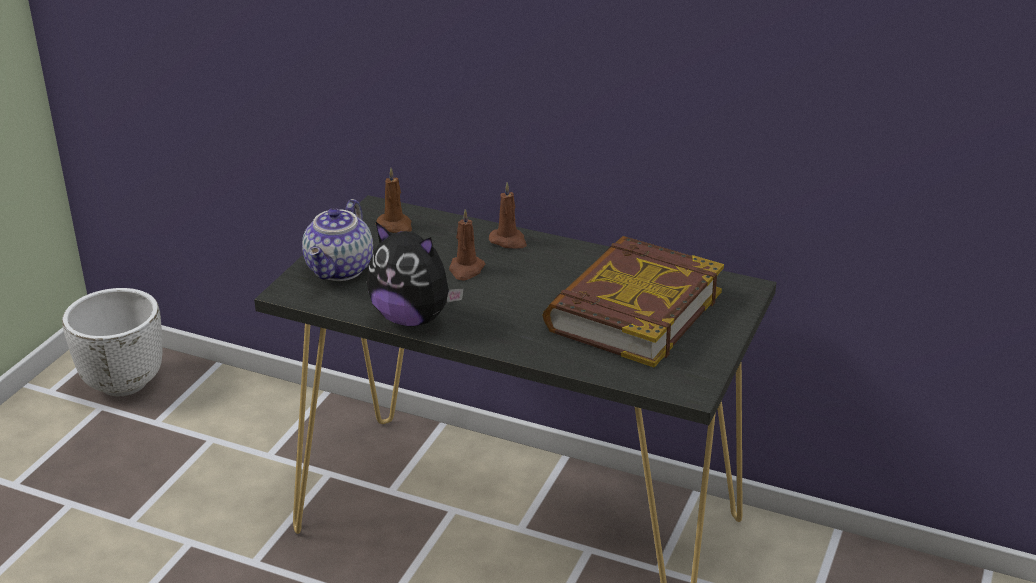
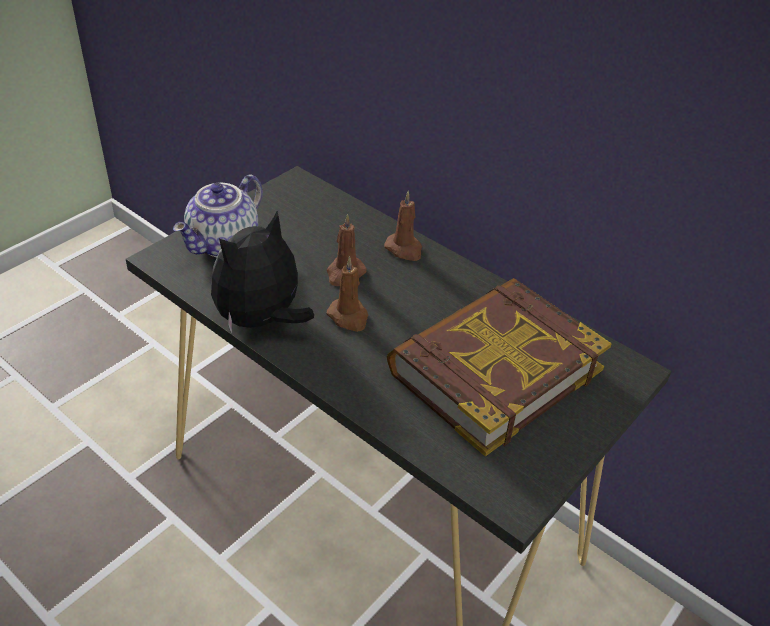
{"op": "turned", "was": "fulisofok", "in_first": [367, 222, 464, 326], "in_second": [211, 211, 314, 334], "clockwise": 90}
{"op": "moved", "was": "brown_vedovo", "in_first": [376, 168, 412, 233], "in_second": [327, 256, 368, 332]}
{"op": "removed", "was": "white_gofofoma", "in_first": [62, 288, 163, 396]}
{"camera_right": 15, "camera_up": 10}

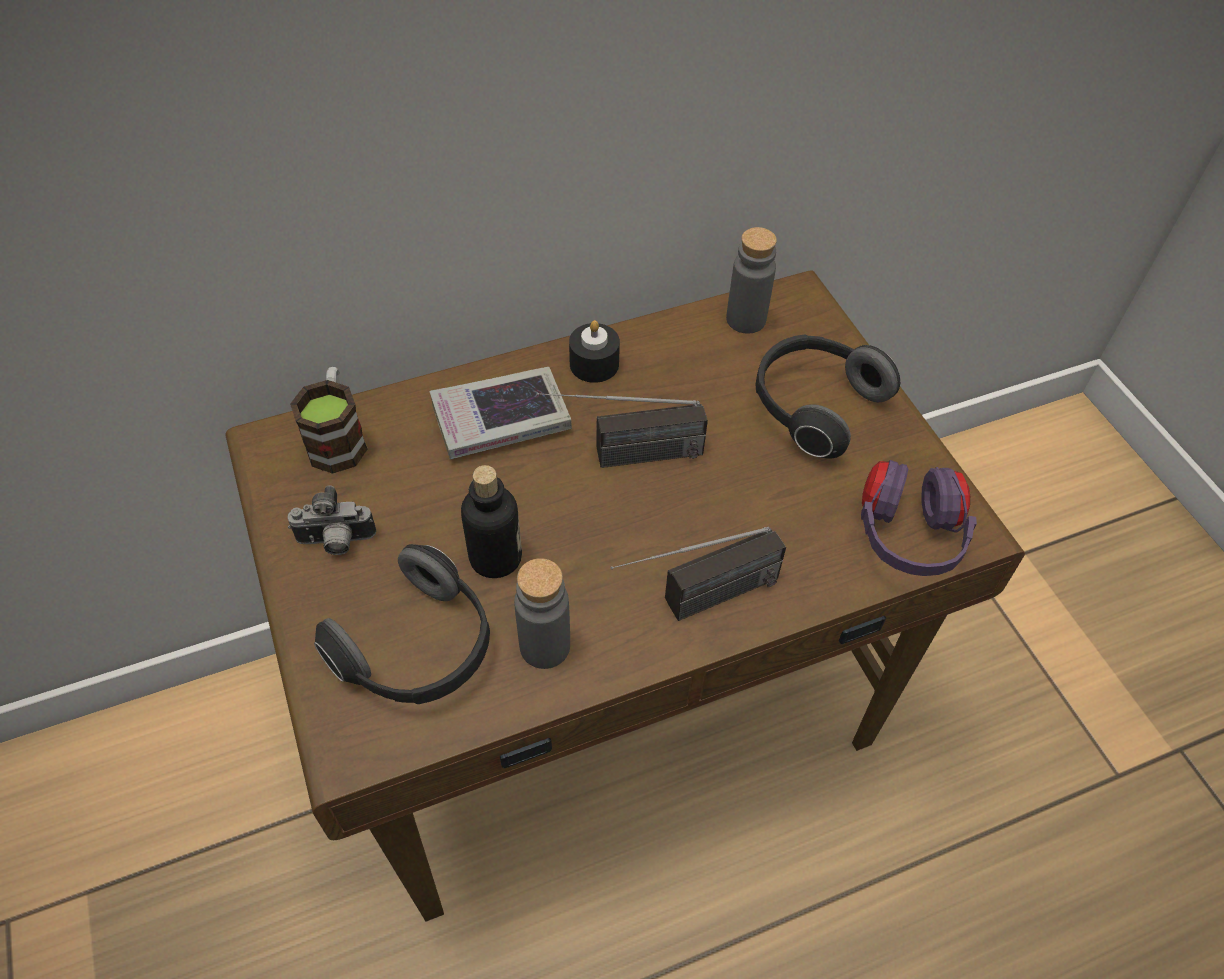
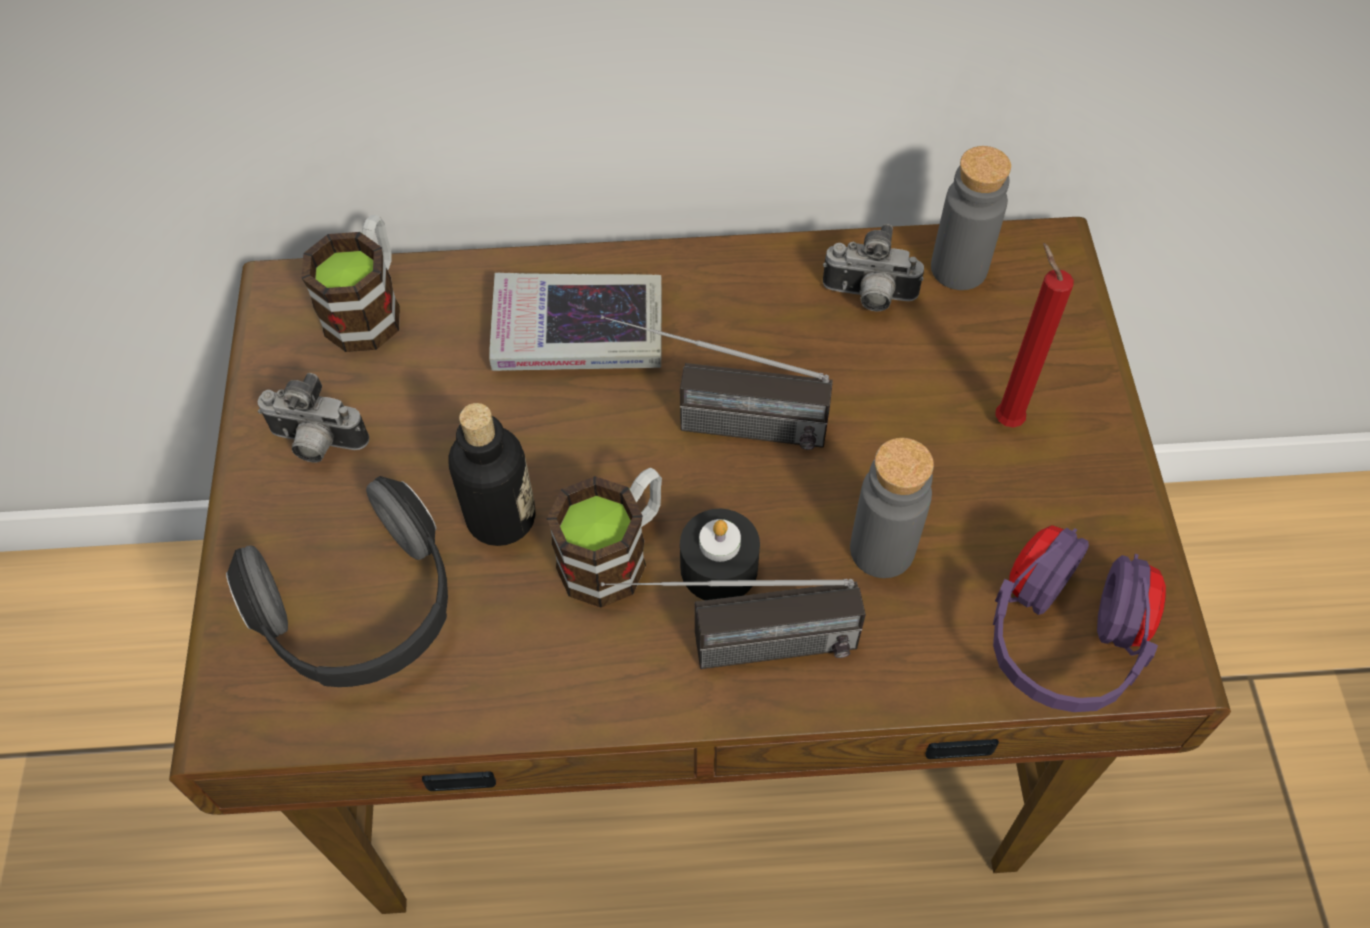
{"op": "added", "now": "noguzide", "in_second": [547, 468, 662, 607]}
{"op": "moved", "was": "black_vedovo", "in_first": [569, 320, 620, 383], "in_second": [680, 509, 760, 600]}
{"op": "added", "now": "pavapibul", "in_second": [823, 224, 924, 312]}
{"op": "moved", "was": "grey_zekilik", "in_first": [514, 558, 570, 669], "in_second": [850, 438, 934, 578]}
{"op": "replaced", "was": "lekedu", "now": "red_vedovo", "in_first": [755, 335, 900, 459], "in_second": [995, 243, 1074, 428]}
{"camera_right": 20, "camera_up": 5}

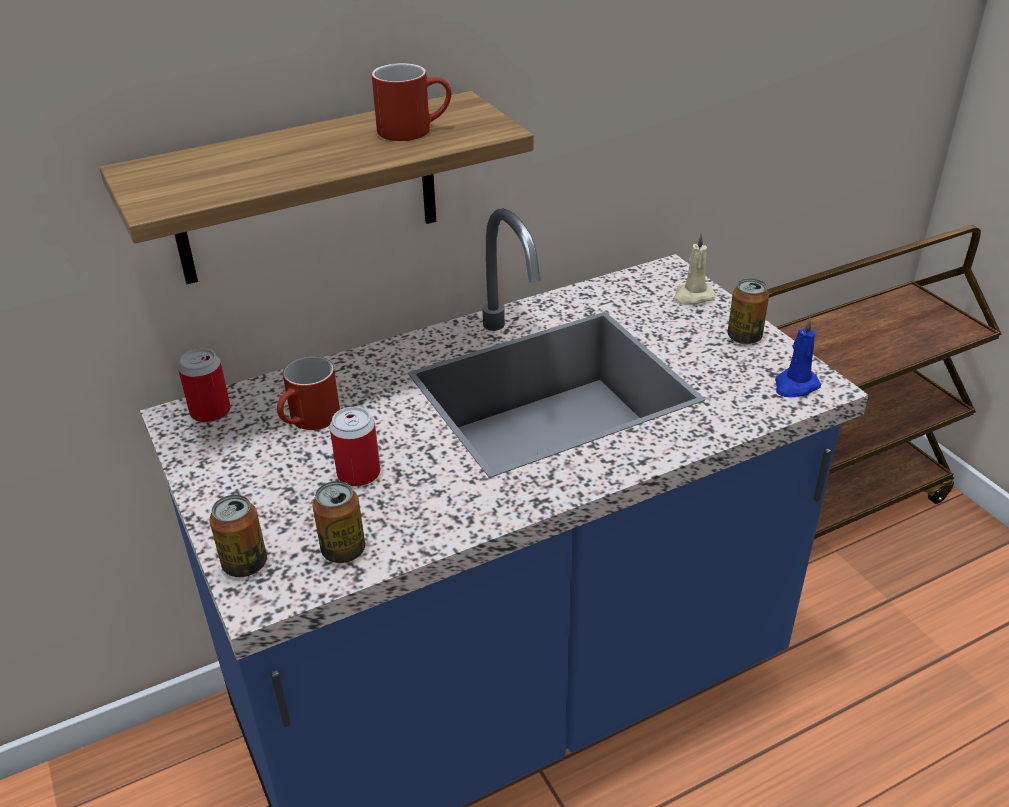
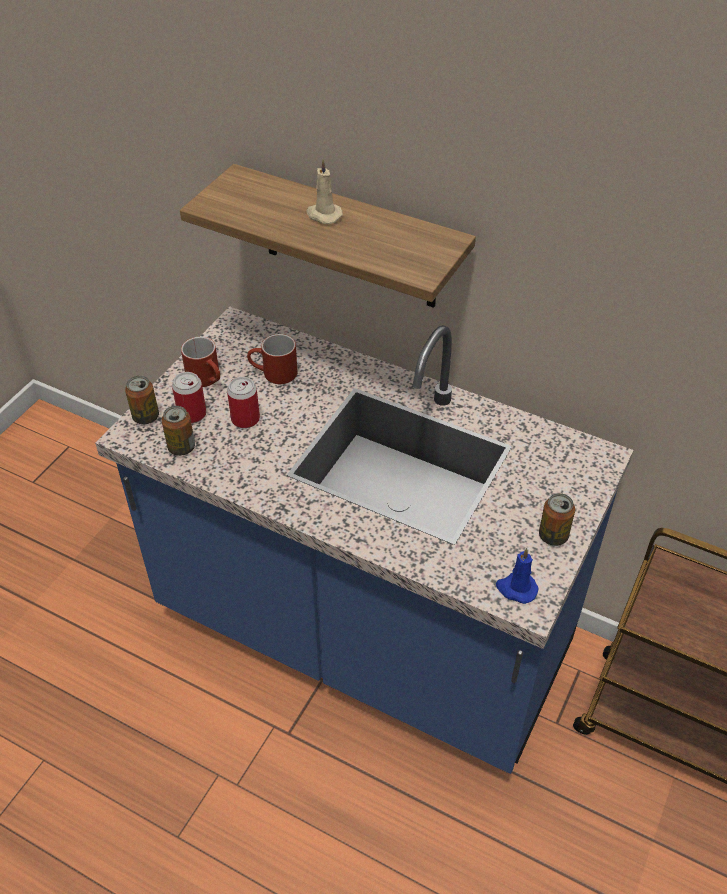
{"op": "moved", "was": "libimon", "in_first": [178, 348, 231, 423], "in_second": [172, 372, 206, 423]}
{"op": "moved", "was": "red_noguzide", "in_first": [372, 63, 451, 141], "in_second": [181, 337, 220, 387]}
{"op": "moved", "was": "beige_vedovo", "in_first": [673, 233, 715, 304], "in_second": [306, 159, 343, 224]}
{"camera_right": 55, "camera_up": 10}

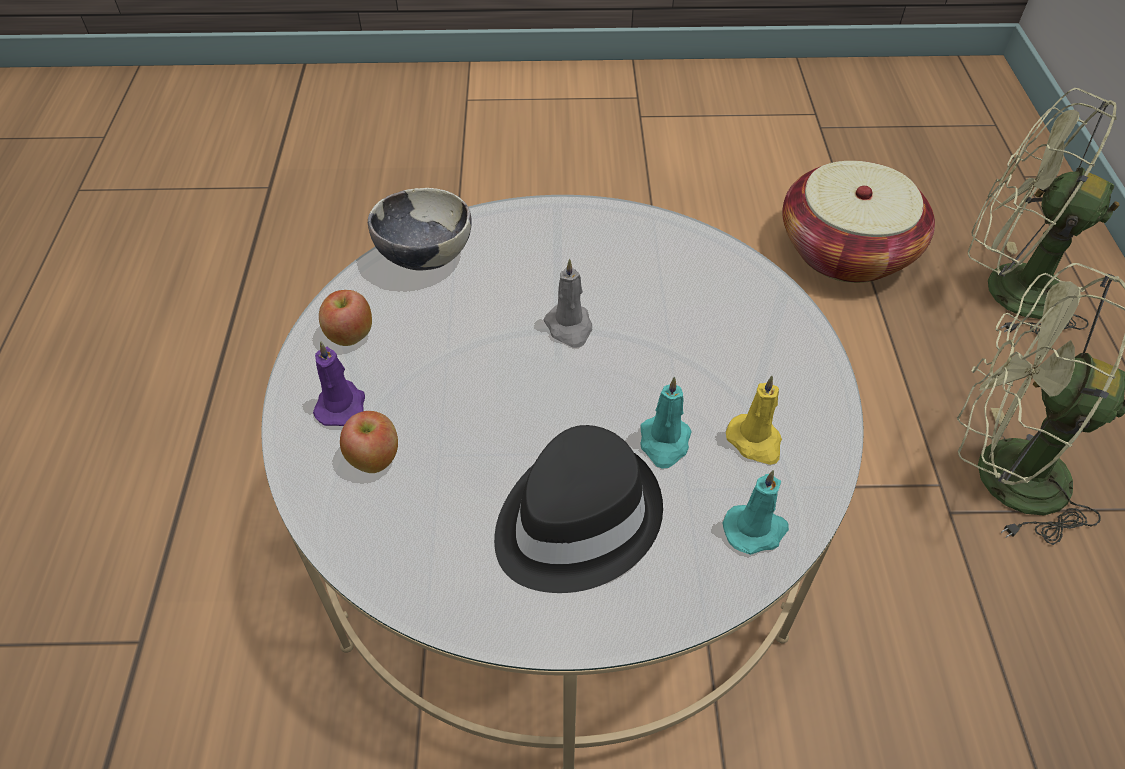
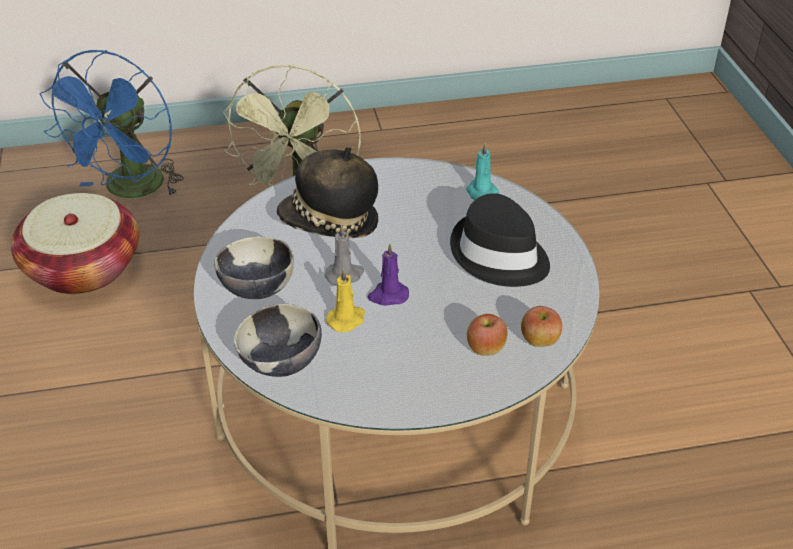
{"op": "recoloured", "was": "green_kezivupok", "now": "blue_kezivupok", "in_first": [968, 88, 1120, 334], "in_second": [40, 50, 184, 198]}
{"op": "added", "now": "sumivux", "in_second": [214, 236, 294, 299]}
{"op": "added", "now": "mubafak", "in_second": [277, 147, 378, 238]}
{"op": "moved", "was": "yellow_vedovo", "in_first": [726, 376, 782, 465], "in_second": [326, 268, 365, 332]}
{"op": "moved", "was": "purple_vedovo", "in_first": [313, 341, 365, 426], "in_second": [367, 243, 409, 306]}
{"op": "moved", "was": "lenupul", "in_first": [319, 290, 372, 346], "in_second": [521, 306, 562, 347]}
{"op": "removed", "was": "turquoise_vedovo", "in_first": [640, 377, 692, 469]}
{"camera_right": -100, "camera_up": -10}

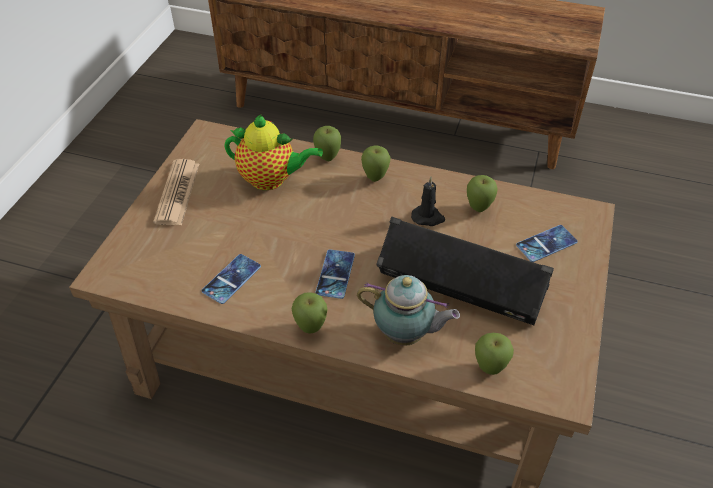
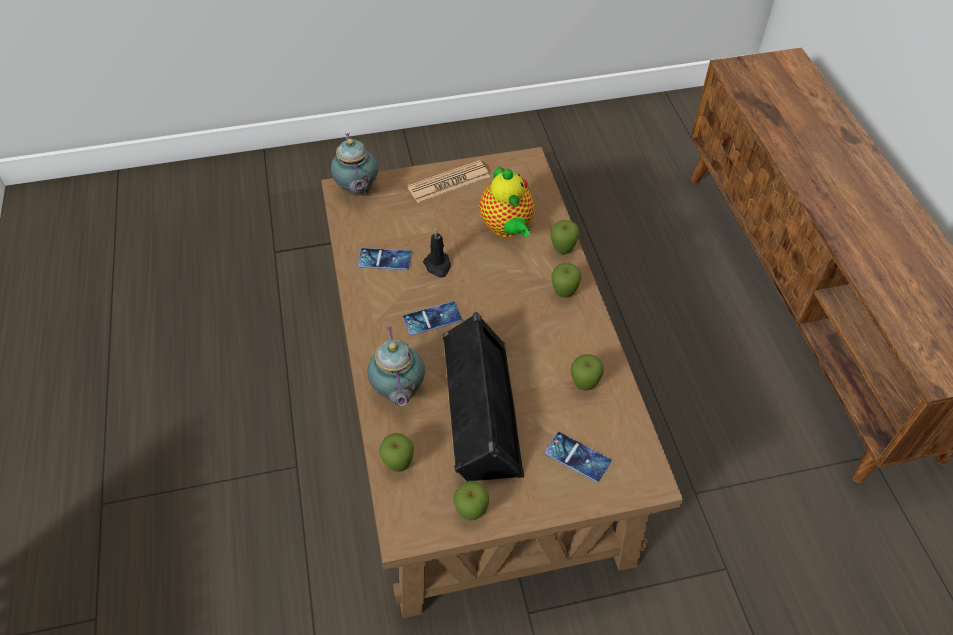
{"op": "added", "now": "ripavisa", "in_second": [331, 133, 378, 196]}
{"op": "moved", "was": "black_vedovo", "in_first": [411, 177, 445, 226], "in_second": [423, 229, 451, 277]}
{"op": "moved", "was": "lenupul", "in_first": [292, 292, 328, 334], "in_second": [453, 481, 489, 521]}
{"camera_right": 60, "camera_up": 5}

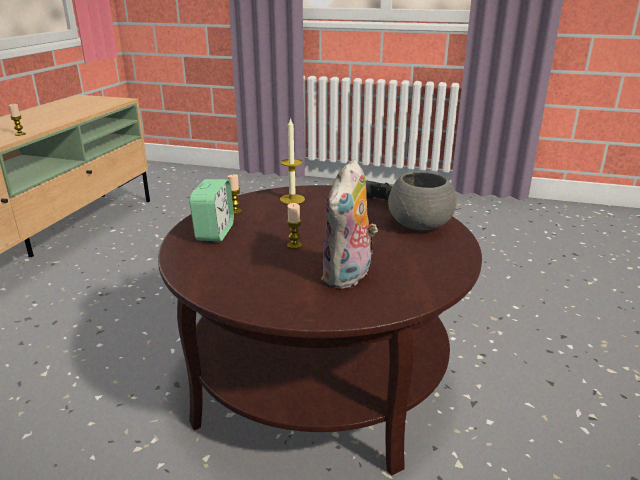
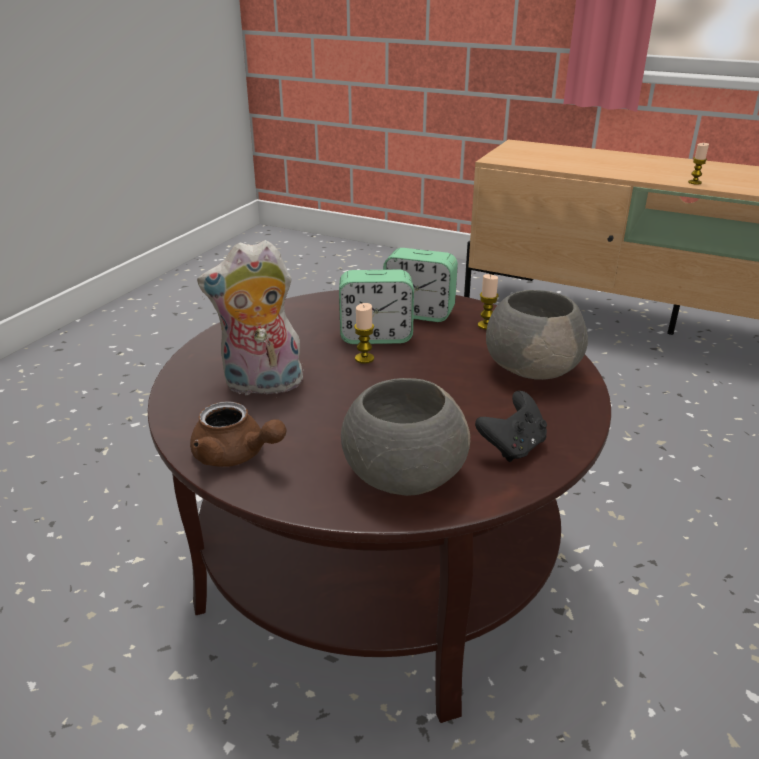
{"op": "added", "now": "brown_ripavisa", "in_second": [190, 401, 287, 467]}
{"op": "turned", "was": "fulisofok", "in_first": [321, 159, 378, 289], "in_second": [197, 240, 305, 398], "clockwise": -45}
{"op": "added", "now": "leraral", "in_second": [339, 270, 414, 344]}
{"op": "replaced", "was": "vedovo", "now": "grey_sumivux", "in_first": [280, 117, 305, 204], "in_second": [486, 290, 588, 380]}
{"camera_right": 100, "camera_up": 5}

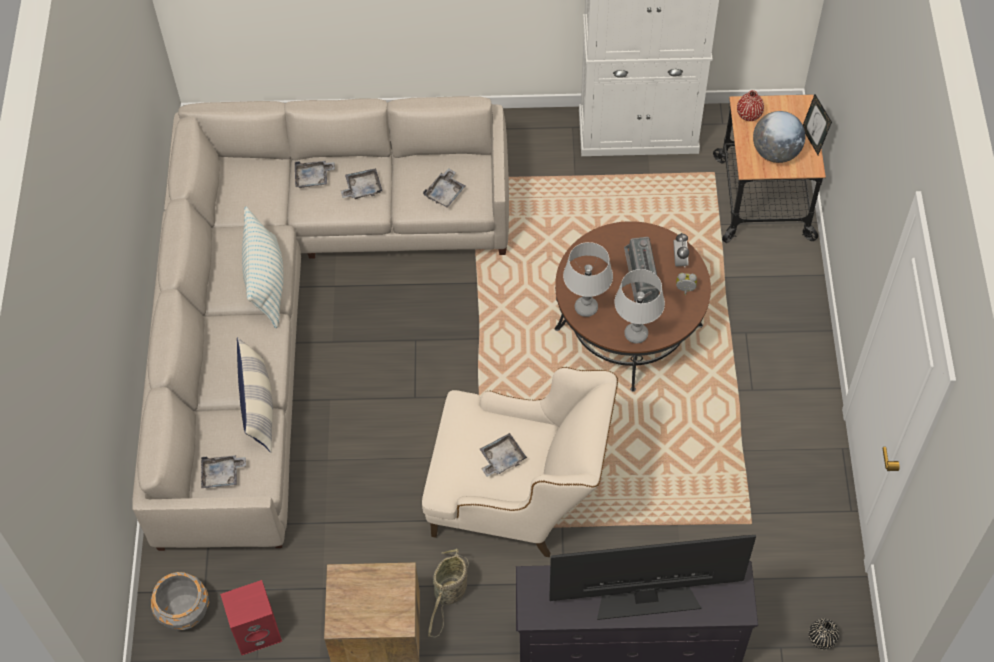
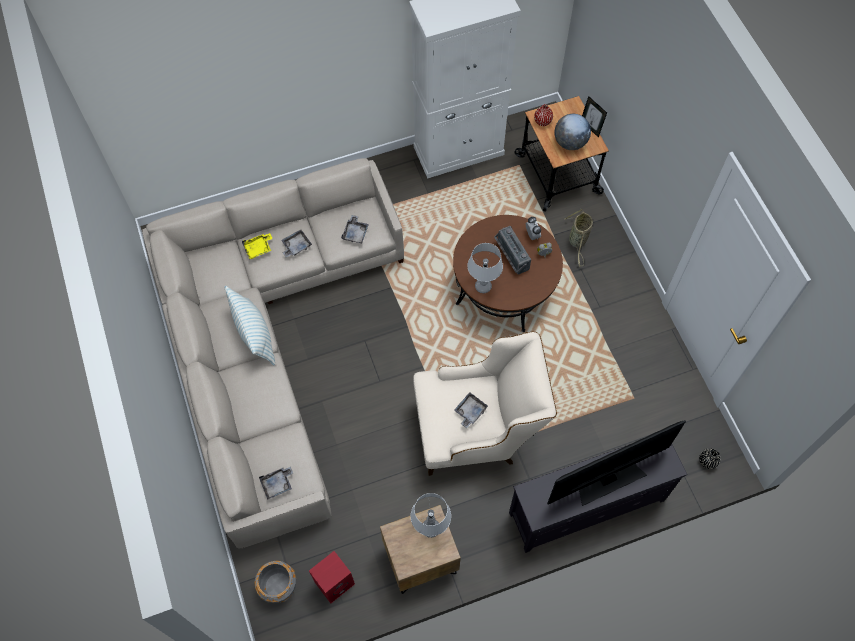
{"op": "recoloured", "was": "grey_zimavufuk", "now": "yellow_zimavufuk", "in_first": [295, 161, 335, 188], "in_second": [242, 233, 273, 259]}
{"op": "moved", "was": "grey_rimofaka", "in_first": [614, 269, 665, 343], "in_second": [411, 493, 451, 538]}
{"op": "moved", "was": "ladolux", "in_first": [428, 548, 469, 638], "in_second": [565, 209, 593, 266]}
{"op": "removed", "was": "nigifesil", "in_first": [237, 337, 273, 453]}
{"camera_right": -20, "camera_up": 5}

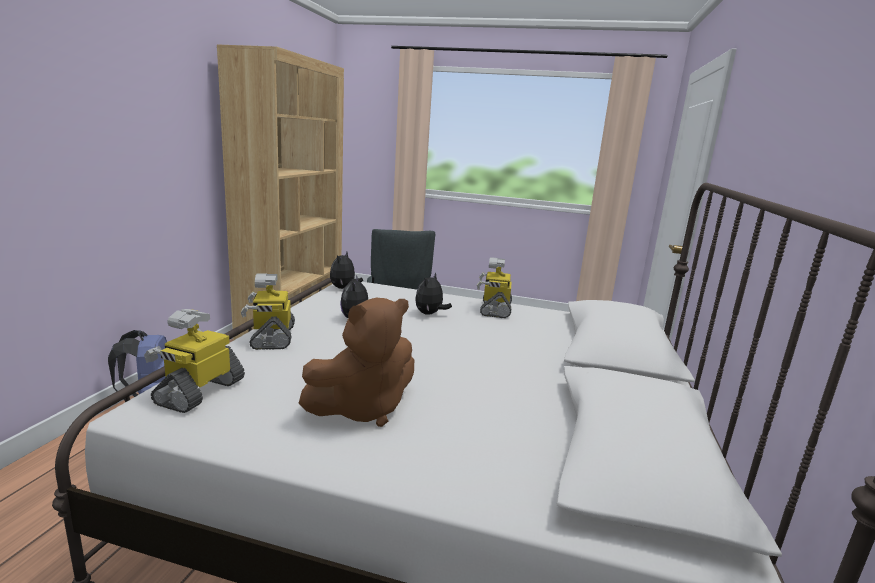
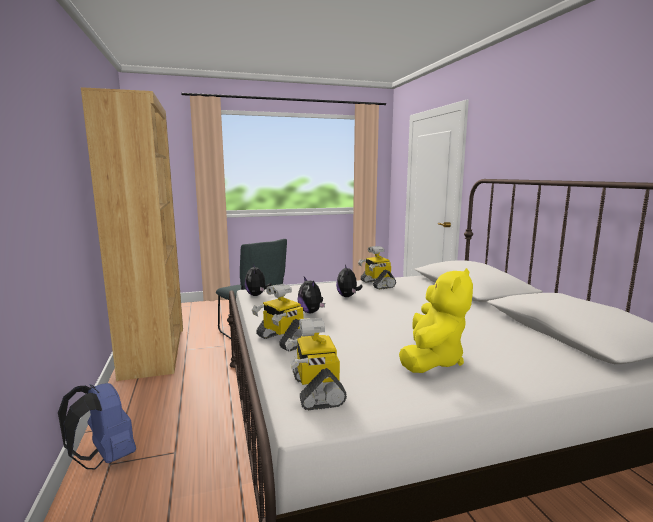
{"op": "recoloured", "was": "brown_fulisofok", "now": "yellow_fulisofok", "in_first": [299, 298, 414, 427], "in_second": [399, 268, 473, 373]}
{"camera_right": -30, "camera_up": -5}

